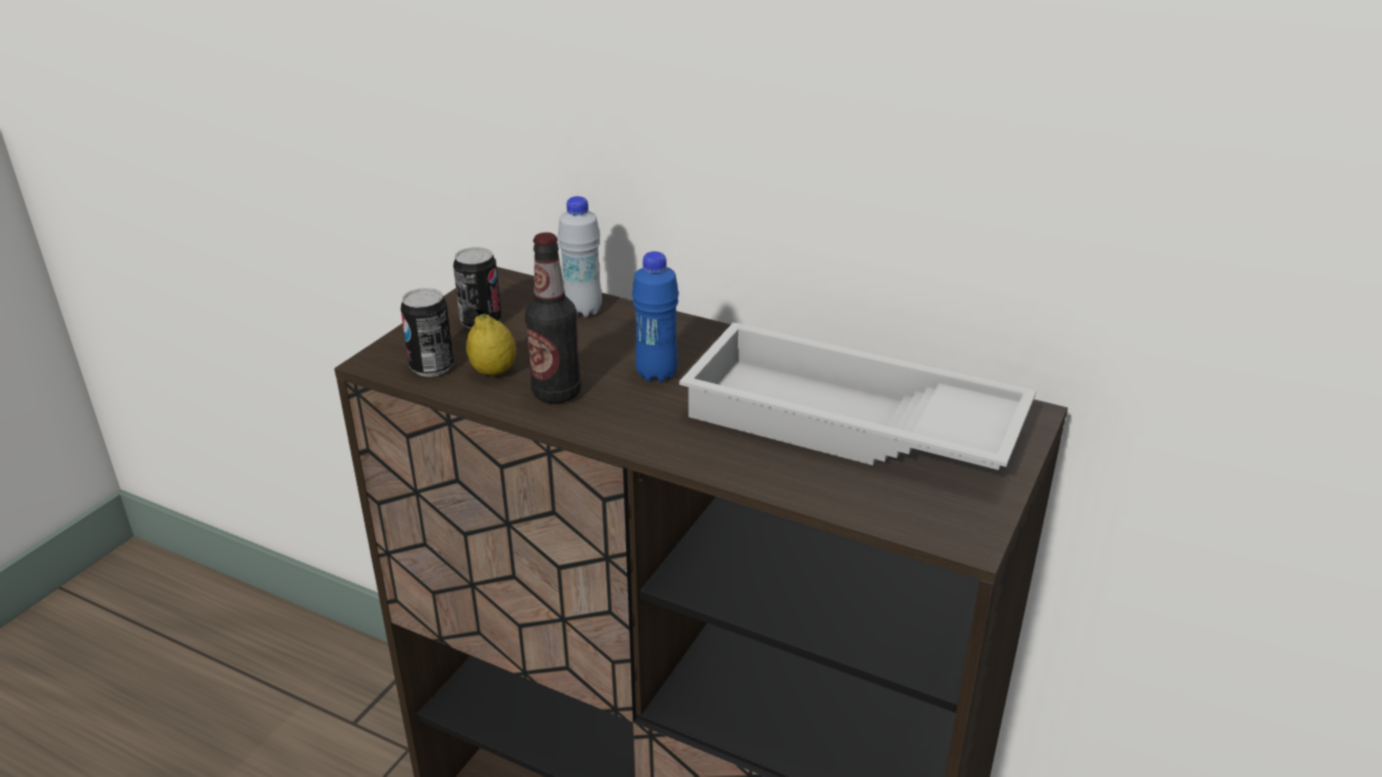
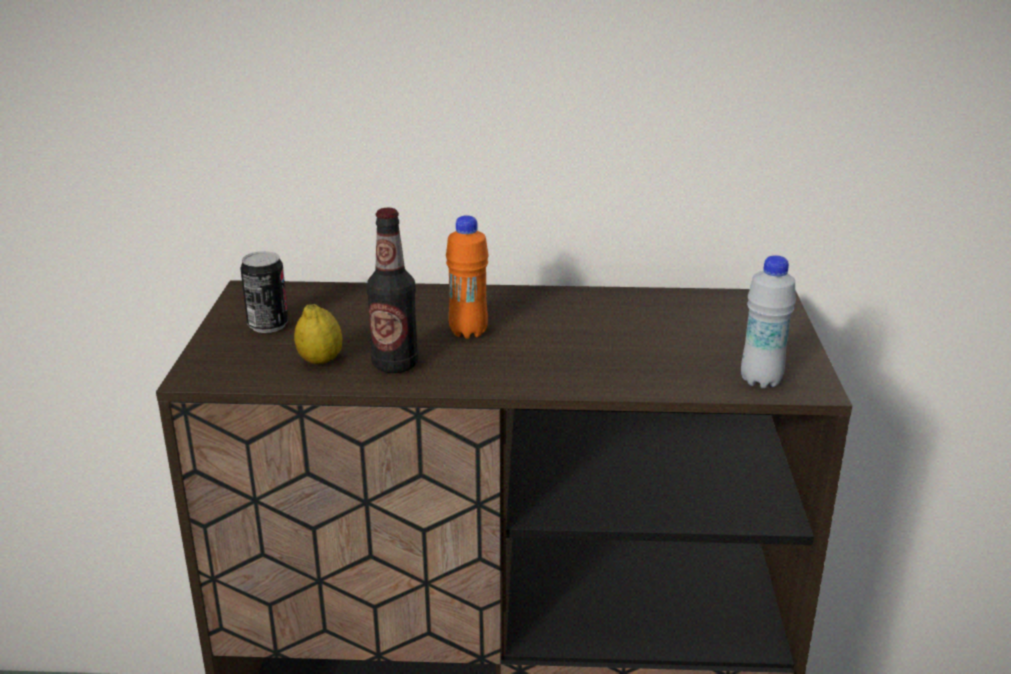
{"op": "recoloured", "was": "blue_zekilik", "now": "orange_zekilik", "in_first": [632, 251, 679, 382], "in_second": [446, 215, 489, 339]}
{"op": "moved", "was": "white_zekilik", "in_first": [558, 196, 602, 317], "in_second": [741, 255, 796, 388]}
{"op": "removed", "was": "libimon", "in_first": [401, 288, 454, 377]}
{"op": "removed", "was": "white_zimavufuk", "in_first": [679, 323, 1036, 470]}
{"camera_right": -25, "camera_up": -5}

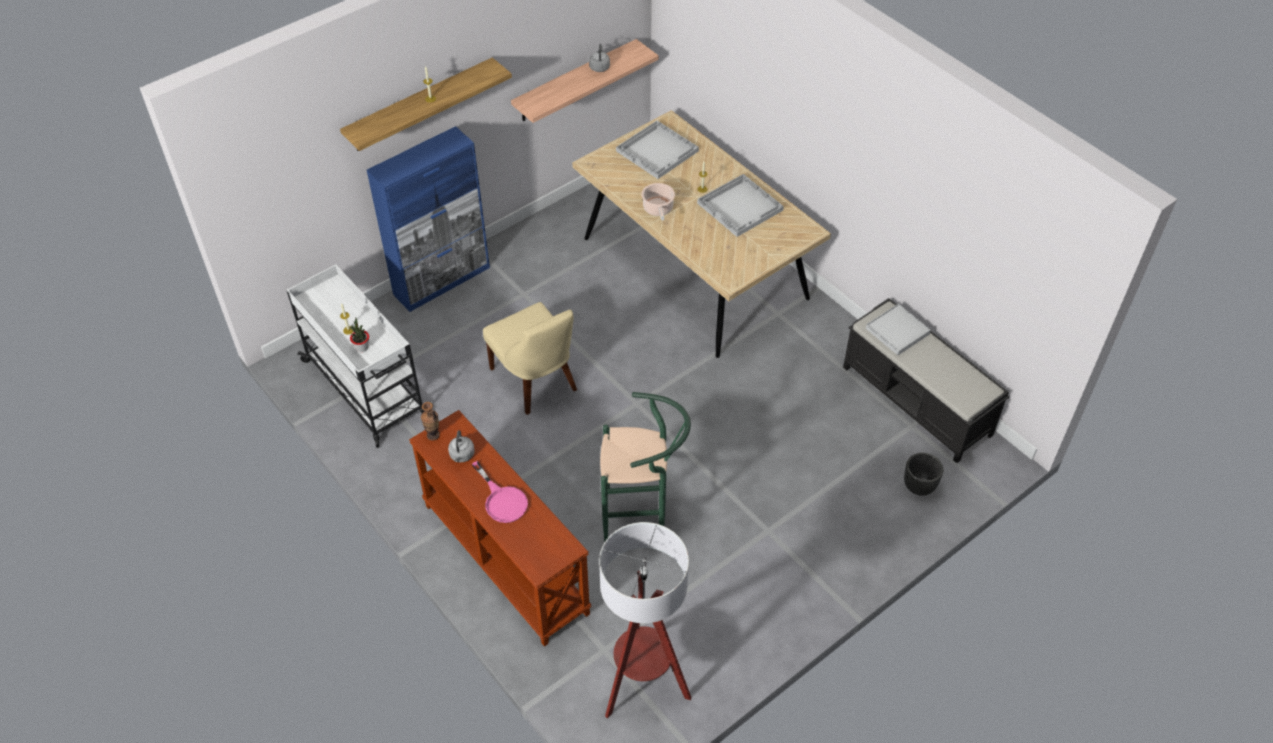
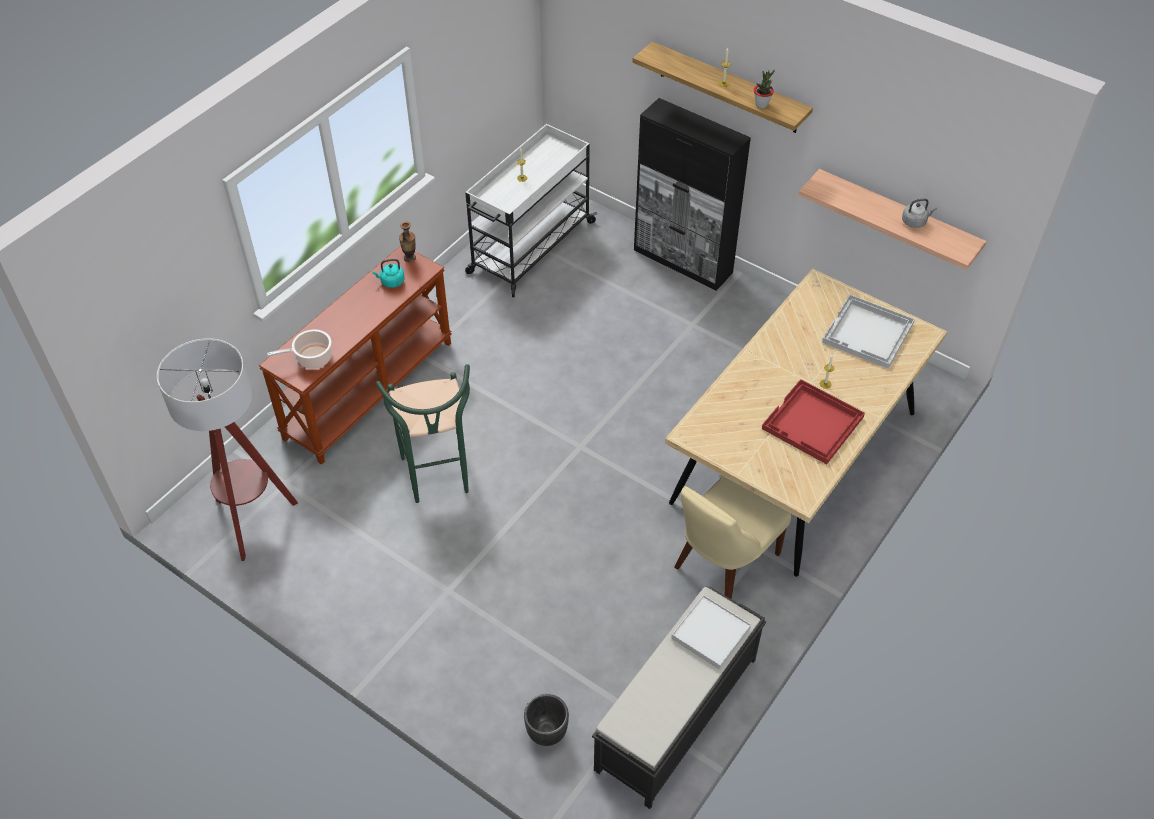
{"op": "moved", "was": "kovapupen", "in_first": [642, 183, 675, 220], "in_second": [267, 329, 332, 369]}
{"op": "recoloured", "was": "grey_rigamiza", "now": "turquoise_rigamiza", "in_first": [448, 430, 475, 462], "in_second": [372, 259, 405, 288]}
{"op": "recoloured", "was": "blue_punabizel", "now": "black_punabizel", "in_first": [367, 126, 490, 312], "in_second": [634, 98, 751, 291]}
{"op": "moved", "was": "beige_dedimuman", "in_first": [483, 302, 577, 415], "in_second": [674, 476, 791, 599]}
{"op": "moved", "was": "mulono", "in_first": [350, 317, 369, 352], "in_second": [754, 70, 775, 108]}
{"op": "recoloured", "was": "white_zimavufuk", "now": "red_zimavufuk", "in_first": [697, 174, 784, 237], "in_second": [762, 379, 865, 464]}
{"op": "removed", "was": "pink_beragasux", "in_first": [472, 461, 528, 523]}
{"camera_right": 75, "camera_up": 0}

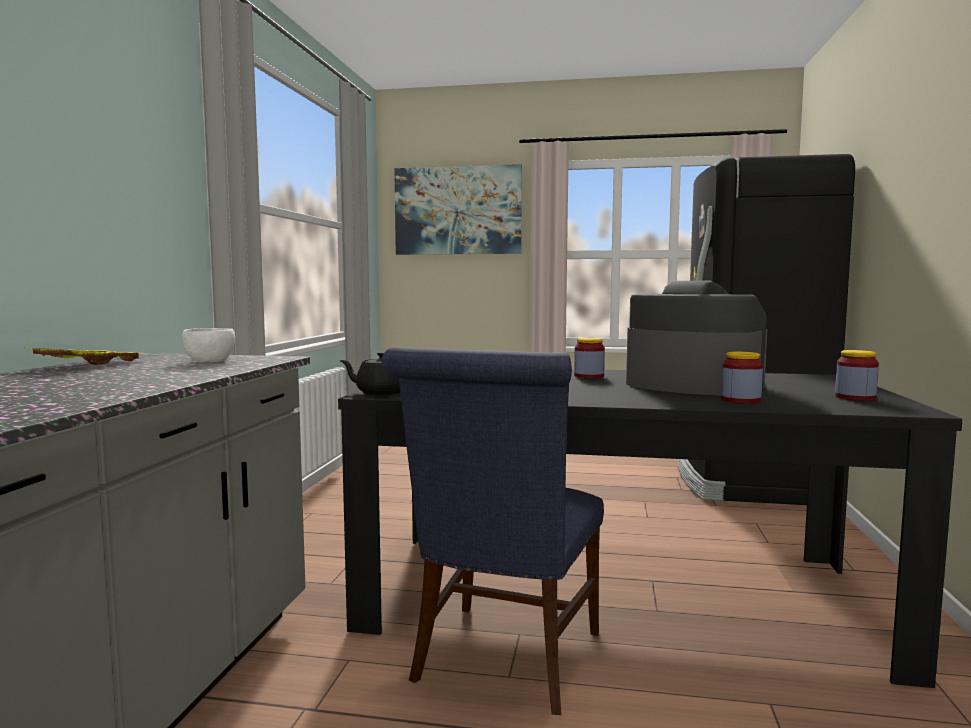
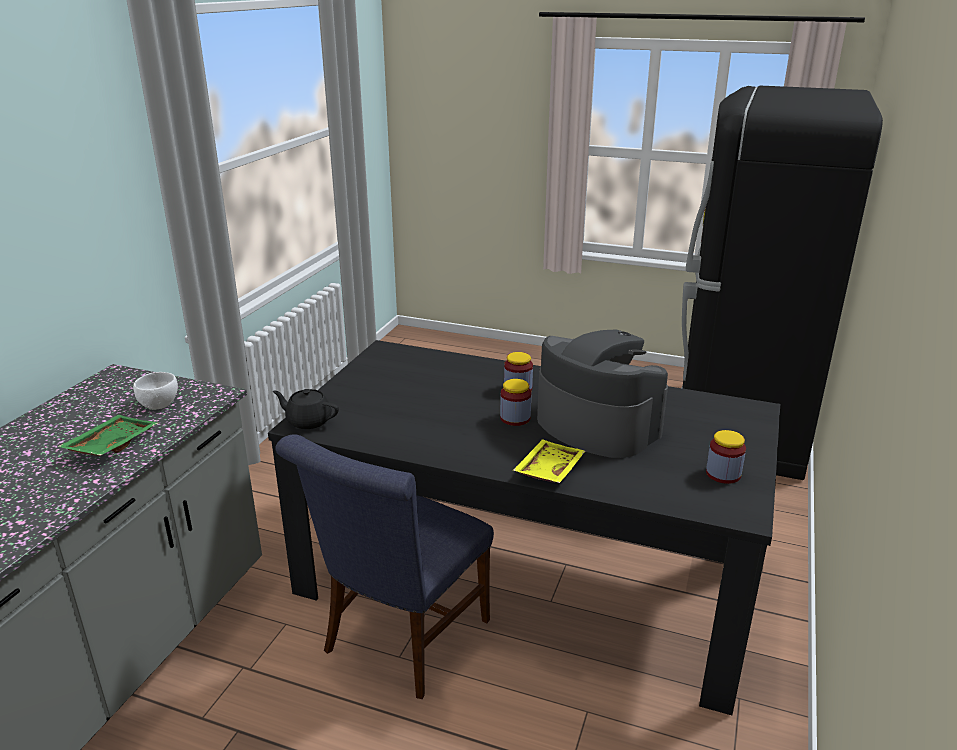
{"op": "added", "now": "green_zimavufuk", "in_second": [57, 415, 158, 456]}
{"op": "moved", "was": "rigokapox", "in_first": [721, 352, 763, 404], "in_second": [500, 379, 531, 426]}
{"op": "moved", "was": "yellow_zimavufuk", "in_first": [21, 347, 140, 365], "in_second": [513, 439, 585, 483]}
{"op": "removed", "was": "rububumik", "in_first": [394, 164, 522, 255]}
{"camera_right": 10, "camera_up": 20}

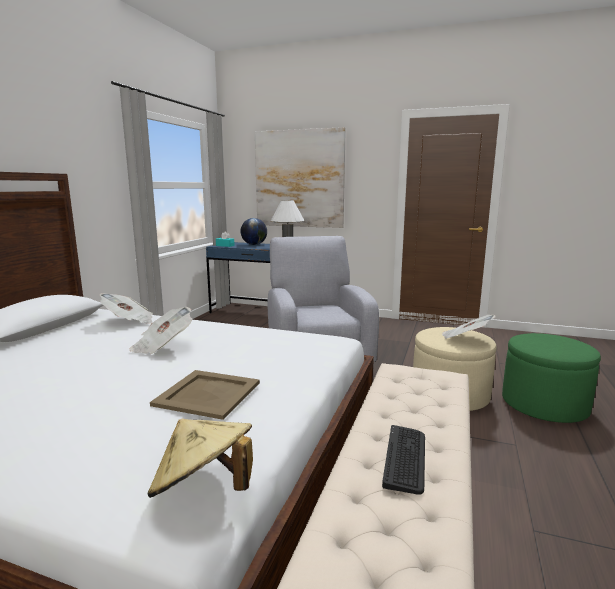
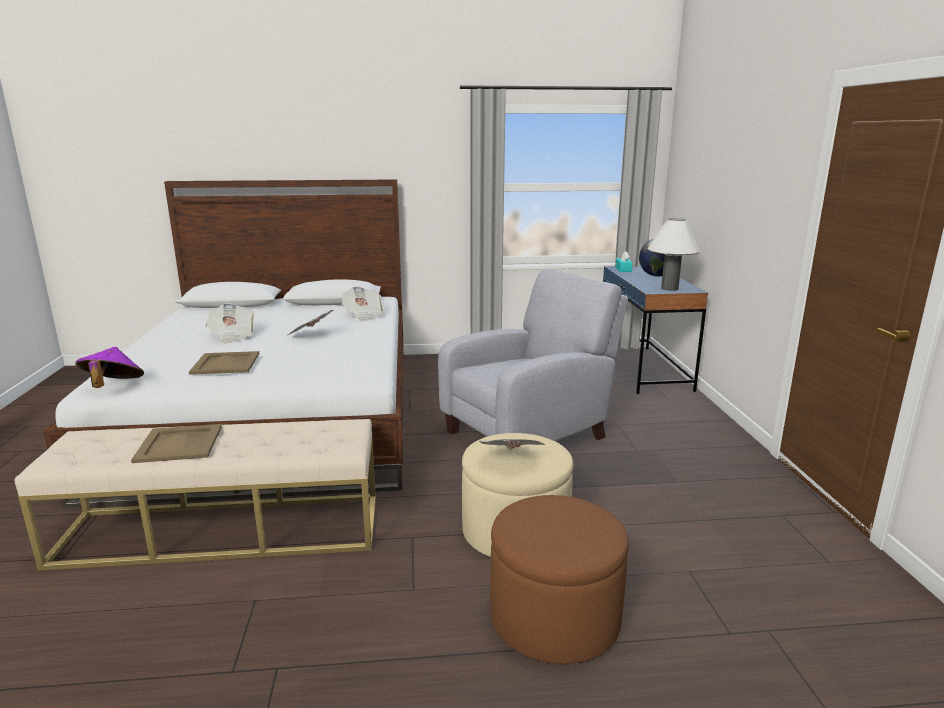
{"op": "recoloured", "was": "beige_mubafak", "now": "purple_mubafak", "in_first": [147, 418, 253, 498], "in_second": [75, 347, 144, 388]}
{"op": "replaced", "was": "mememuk", "now": "beige_zimavufuk", "in_first": [382, 425, 425, 495], "in_second": [131, 424, 222, 463]}
{"op": "added", "now": "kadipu", "in_second": [206, 303, 255, 344]}
{"op": "recoloured", "was": "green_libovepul", "now": "brown_libovepul", "in_first": [502, 333, 601, 423], "in_second": [490, 495, 629, 664]}
{"op": "removed", "was": "rububumik", "in_first": [255, 127, 346, 228]}
{"camera_right": 65, "camera_up": 5}

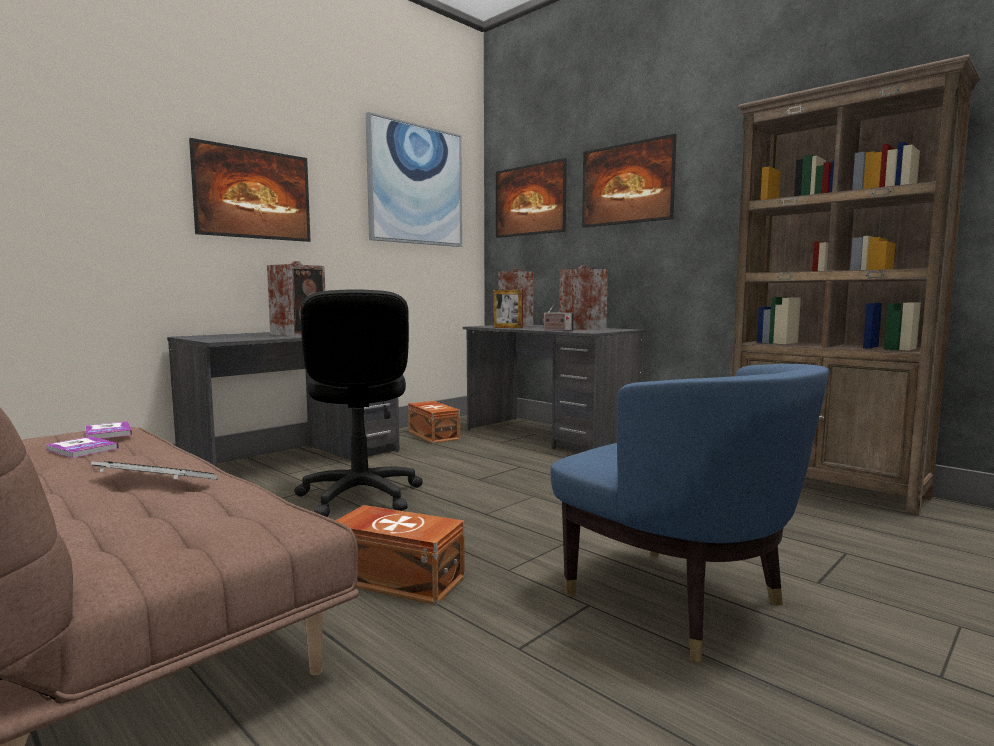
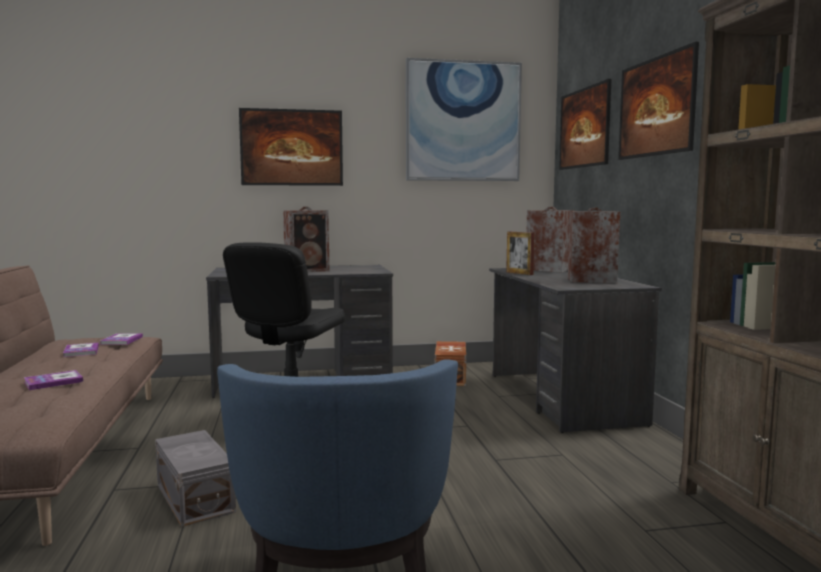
{"op": "replaced", "was": "mememuk", "now": "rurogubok", "in_first": [91, 461, 217, 480], "in_second": [24, 370, 83, 390]}
{"op": "recoloured", "was": "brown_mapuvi", "now": "grey_mapuvi", "in_first": [335, 505, 465, 605], "in_second": [155, 430, 236, 527]}
{"op": "removed", "was": "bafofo", "in_first": [541, 303, 574, 331]}
{"camera_right": 35, "camera_up": 0}

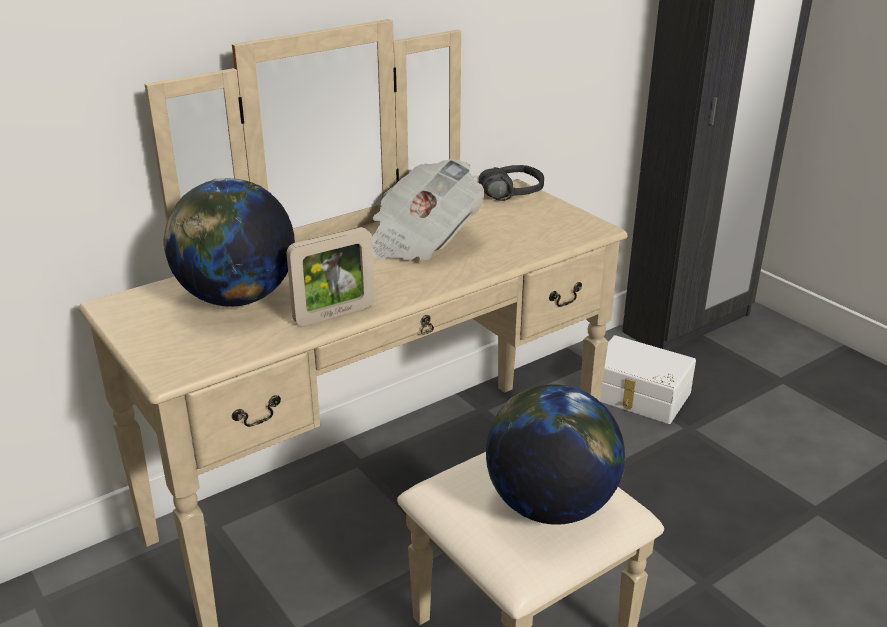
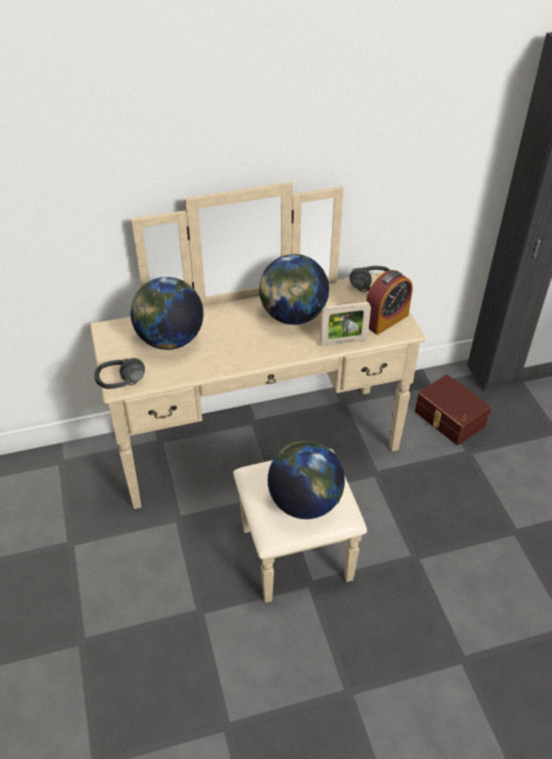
{"op": "added", "now": "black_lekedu", "in_second": [94, 358, 145, 389]}
{"op": "replaced", "was": "kadipu", "now": "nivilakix", "in_first": [372, 159, 484, 261], "in_second": [259, 254, 329, 325]}
{"op": "moved", "was": "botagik", "in_first": [286, 227, 375, 326], "in_second": [320, 301, 371, 346]}
{"op": "added", "now": "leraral", "in_second": [366, 270, 413, 335]}
{"op": "recoloured", "was": "white_mapuvi", "now": "brown_mapuvi", "in_first": [600, 335, 696, 424], "in_second": [415, 374, 491, 445]}
{"camera_right": 20, "camera_up": 15}

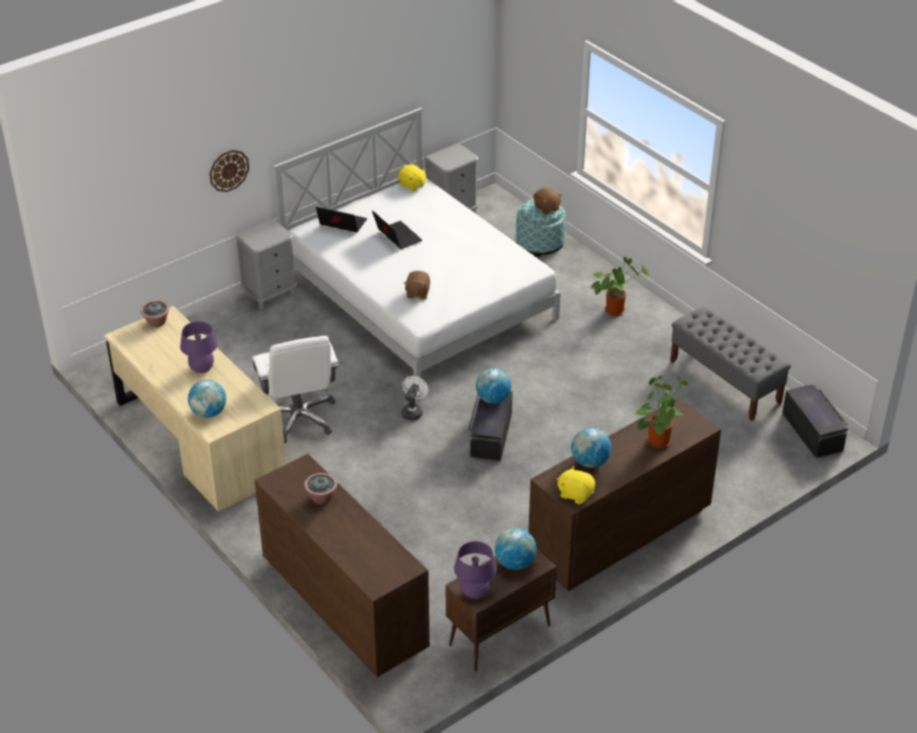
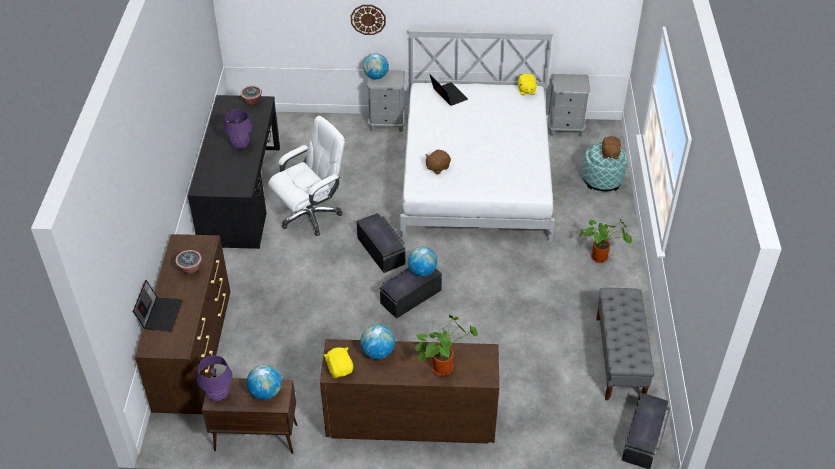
{"op": "moved", "was": "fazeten", "in_first": [372, 210, 422, 249], "in_second": [133, 280, 183, 332]}
{"op": "recoloured", "was": "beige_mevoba", "now": "black_mevoba", "in_first": [104, 306, 286, 512], "in_second": [188, 95, 280, 249]}
{"op": "turned", "was": "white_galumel", "in_first": [252, 336, 339, 443], "in_second": [268, 116, 345, 236], "clockwise": -150}
{"op": "replaced", "was": "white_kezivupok", "now": "black_mapuvi", "in_first": [402, 376, 429, 420], "in_second": [357, 213, 405, 273]}
{"op": "moved", "was": "nivilakix", "in_first": [188, 380, 226, 418], "in_second": [363, 54, 389, 79]}
{"camera_right": 40, "camera_up": 5}

